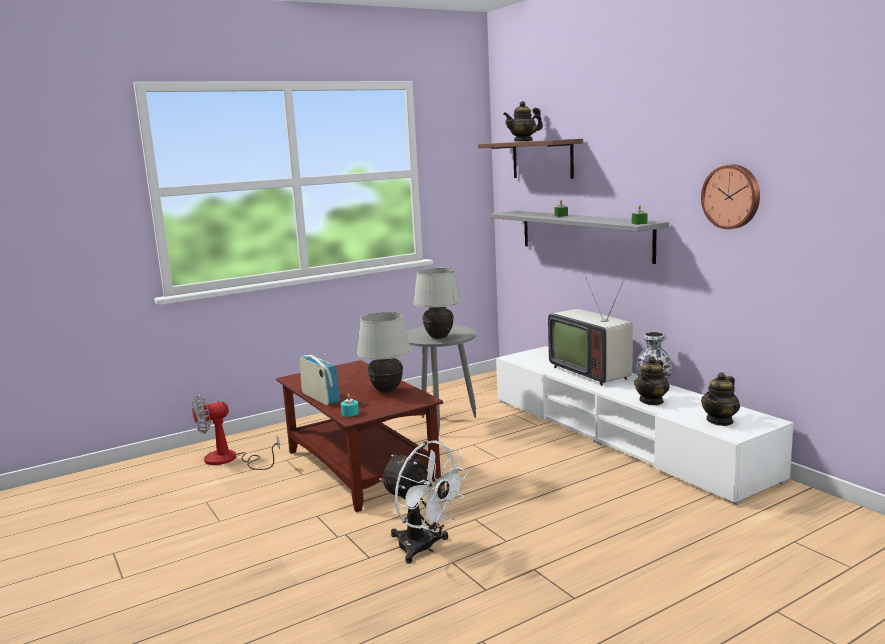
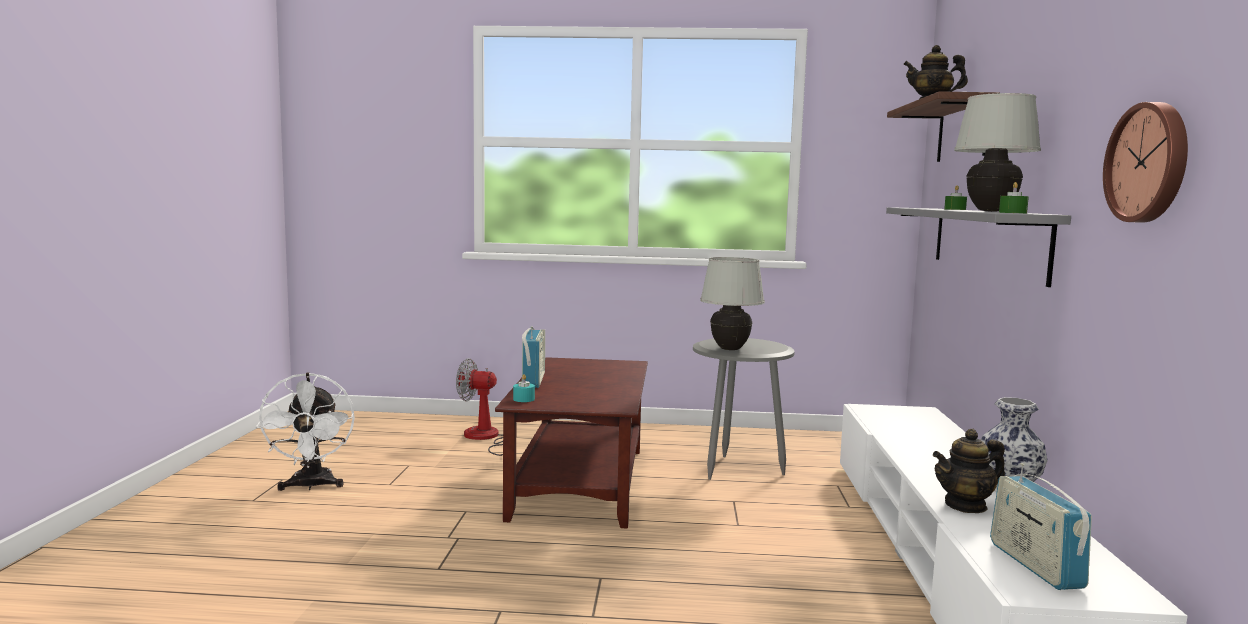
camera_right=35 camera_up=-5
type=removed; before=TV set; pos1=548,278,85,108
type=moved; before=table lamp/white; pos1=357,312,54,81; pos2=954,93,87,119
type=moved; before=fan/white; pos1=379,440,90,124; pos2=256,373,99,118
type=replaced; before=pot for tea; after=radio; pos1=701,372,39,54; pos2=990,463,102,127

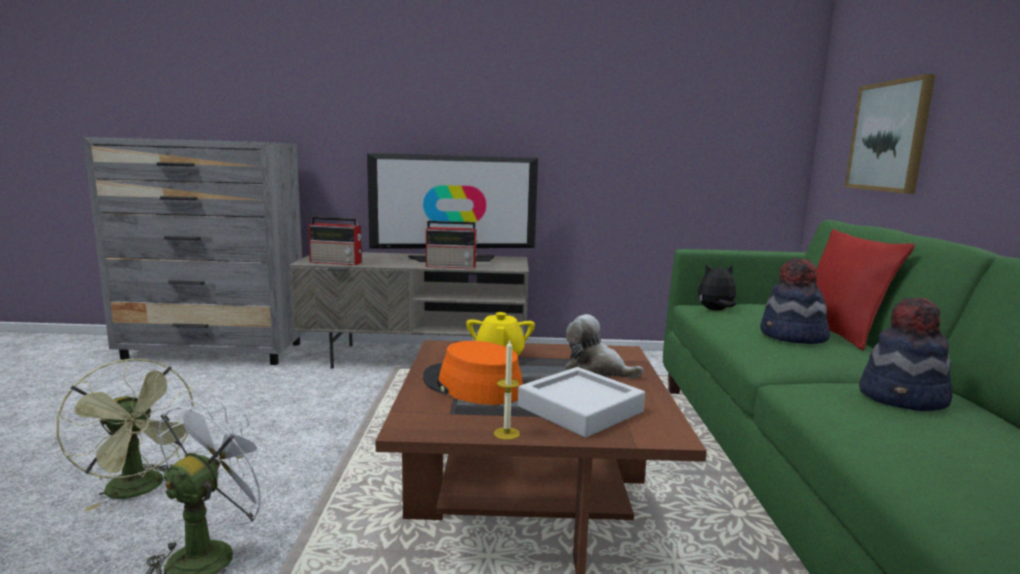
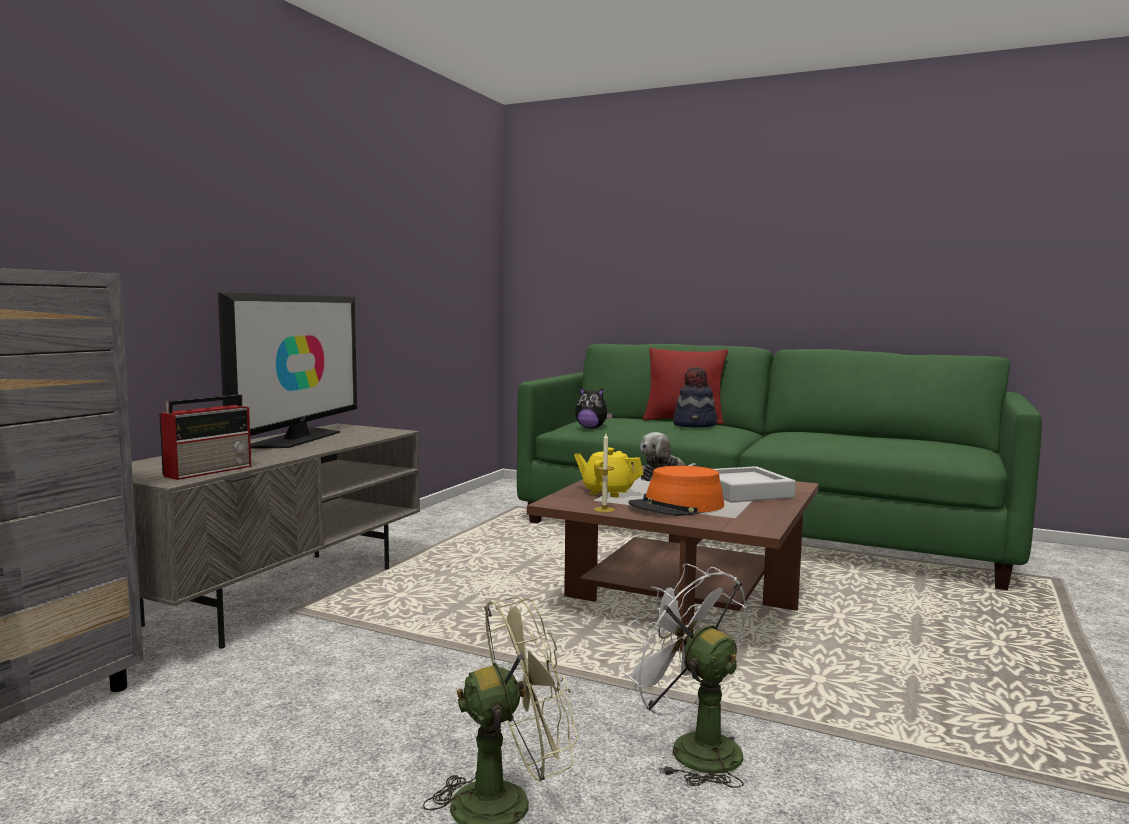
camera_right=-65 camera_up=-5
type=removed; before=radio; pos1=426,221,53,48
type=removed; before=wall picture; pos1=845,74,90,120
type=removed; before=clothing hat; pos1=859,298,94,113
type=moved; before=wax candle; pos1=494,339,26,101; pos2=594,434,21,79
type=turned; before=soft toy; pos1=698,264,38,47; pos2=575,387,37,42; turn=-90

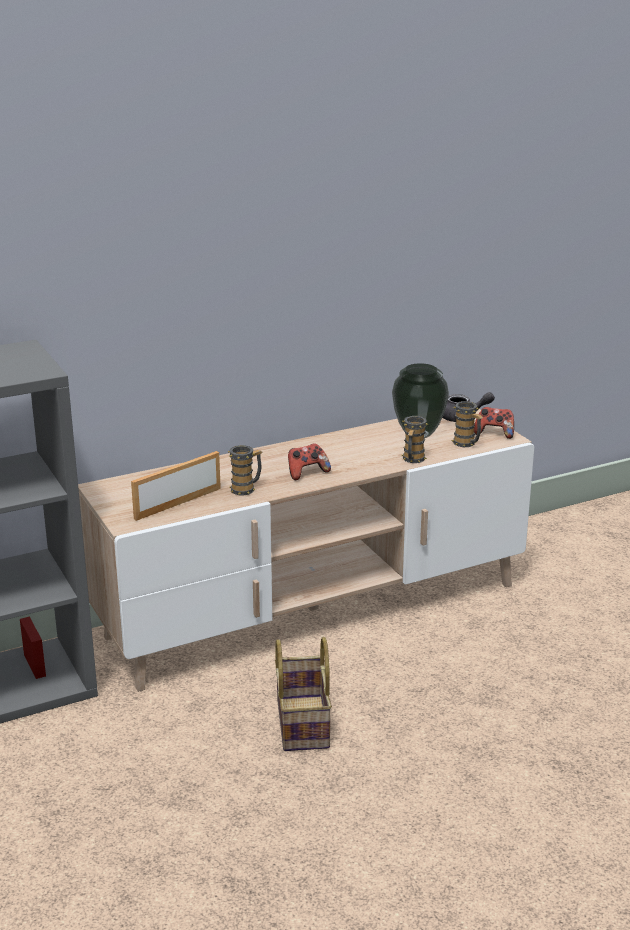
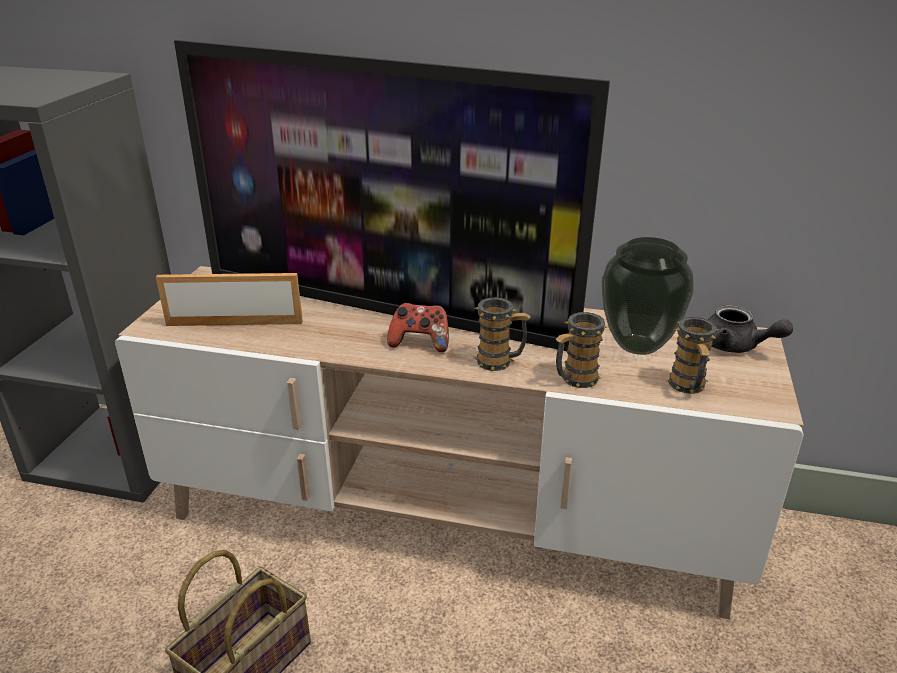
camera_right=40 camera_up=5
type=removed; before=game controller; pos1=474,407,40,32
type=added; after=TV set; pos2=174,40,436,311
type=moved; before=coffee mug; pos1=228,445,35,50; pos2=474,297,57,74

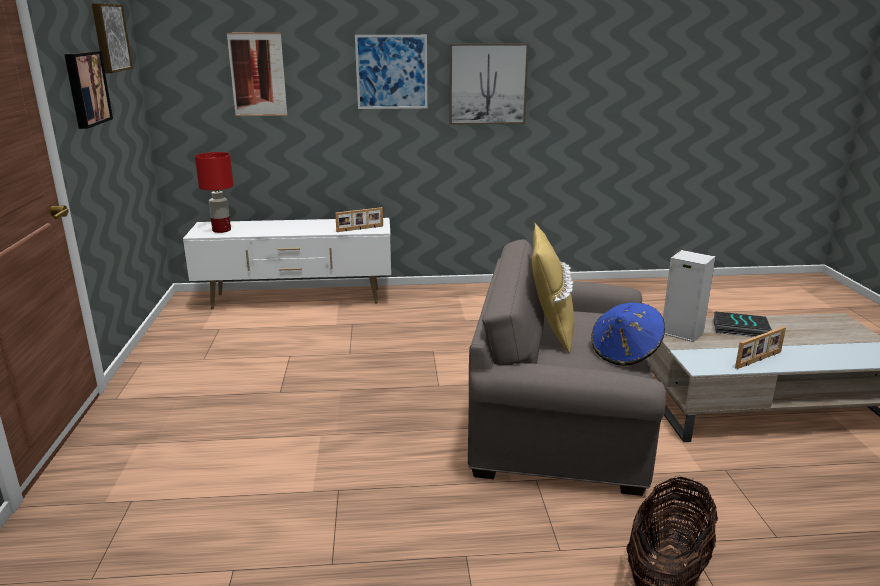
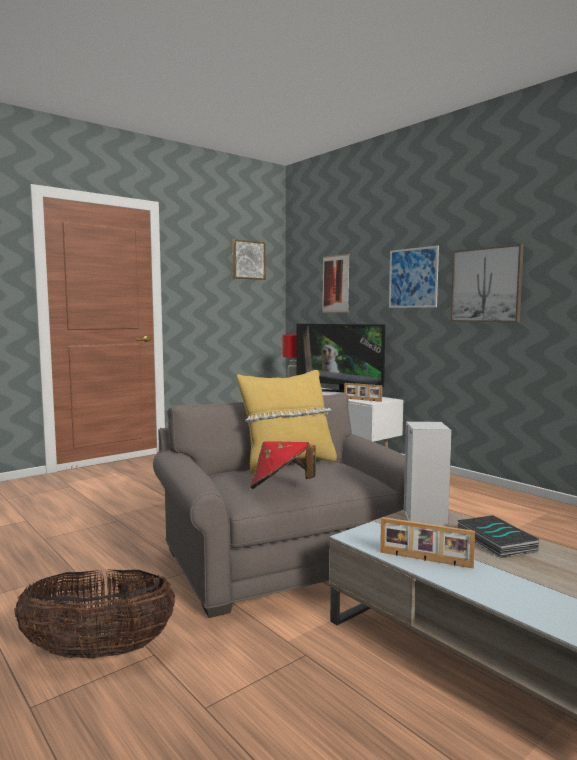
camera_right=55 camera_up=-15
type=removed; before=wall picture; pos1=64,51,49,78
type=added; after=TV set; pos2=296,324,89,68
type=recoloured; before=clothing hat/blue-coloured; after=clothing hat/reddish; pos1=591,302,74,64; pos2=250,441,66,48

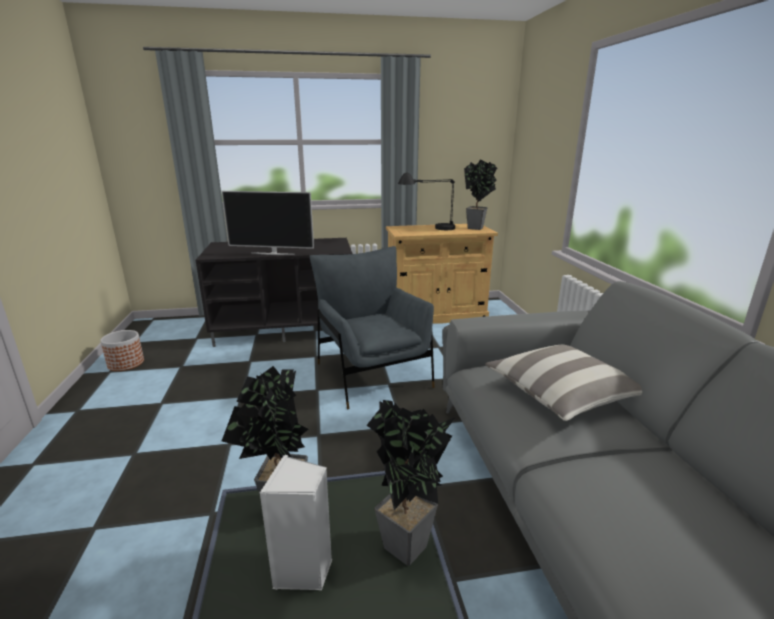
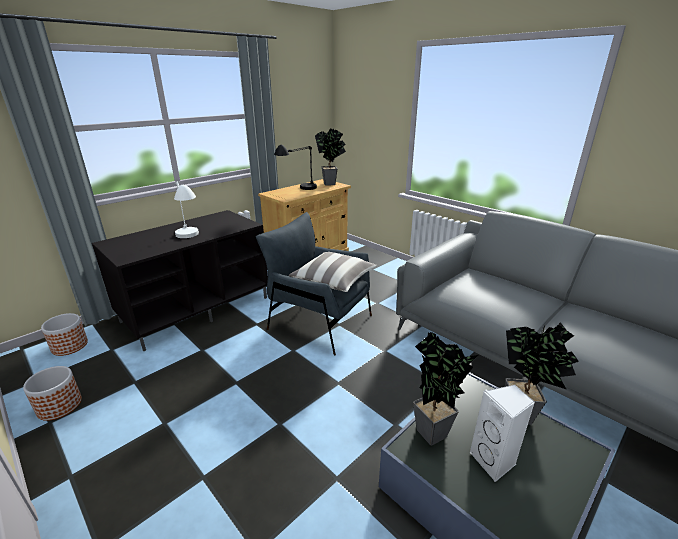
camera_right=-35 camera_up=5
type=added; after=planter; pos2=41,313,47,43
type=moved; before=cushion; pos1=485,345,157,76; pos2=289,252,88,40
type=replaced; before=TV set; after=table lamp/white; pos1=221,191,93,64; pos2=174,181,25,57

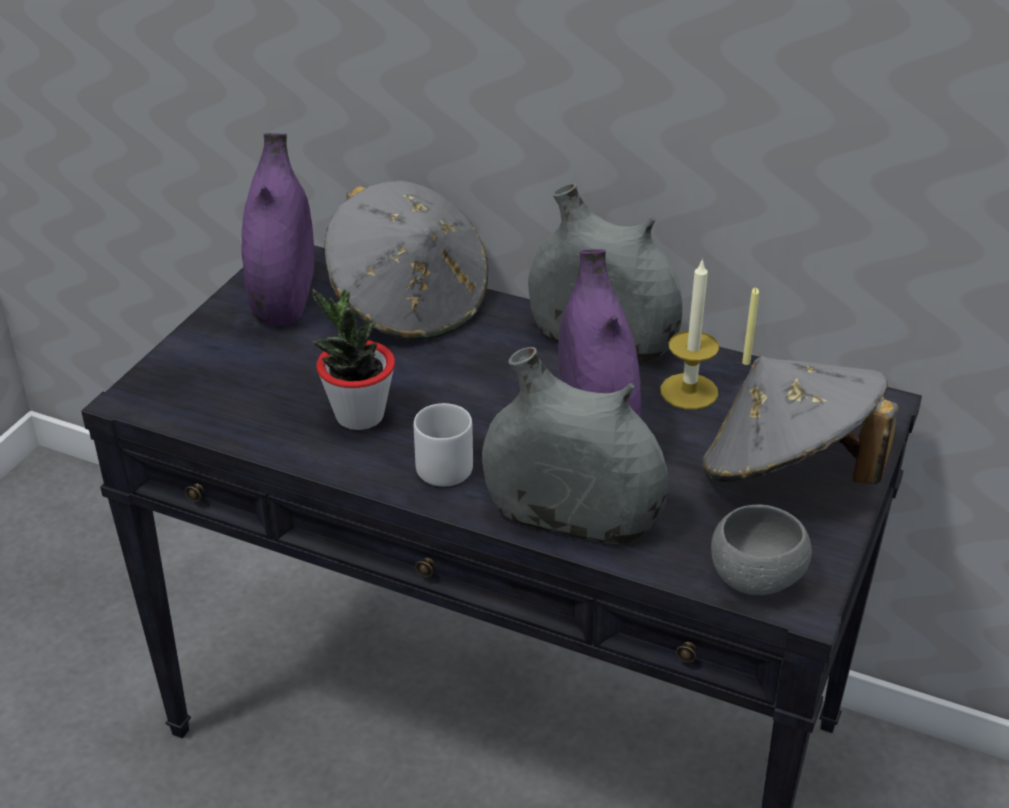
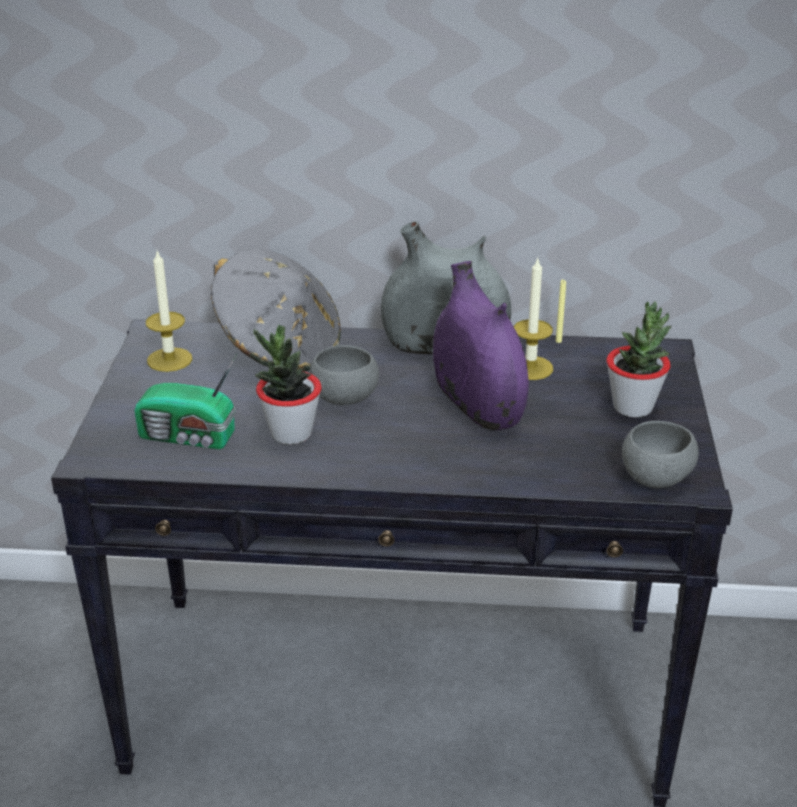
camera_right=-20 camera_up=-5
type=removed; before=coffee mug/grey; pos1=414,403,59,84
type=removed; before=decorative vase/grey; pos1=482,347,186,197
type=added; after=radio; pos2=135,353,102,96
type=added; after=deep dish/grey; pos2=310,345,69,60
type=replaced; before=decorative vase/purple; after=wax candle; pos1=241,133,74,192; pos2=146,251,46,121
type=replaced; before=clothing hat/grey; after=potted plant; pos1=702,356,197,129; pos2=607,301,65,116

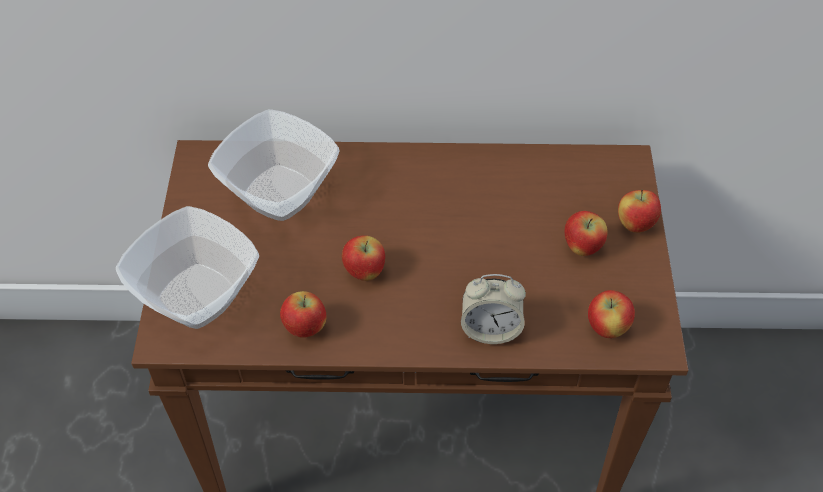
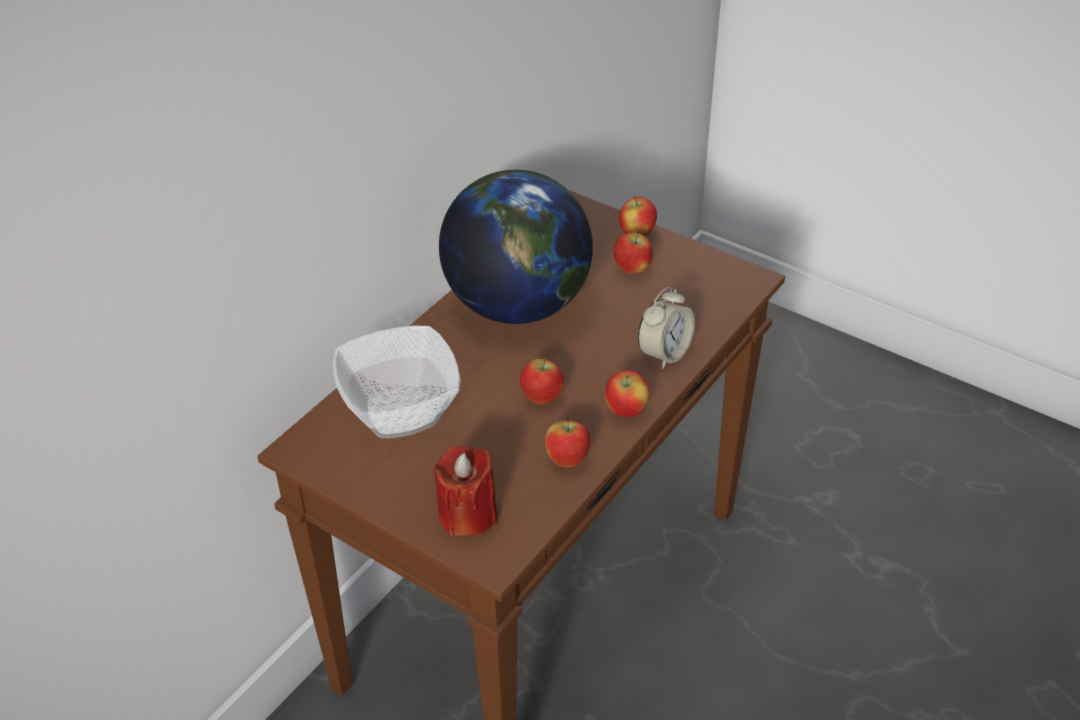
camera_right=-55 camera_up=-10
type=added; after=desk globe; pos2=439,170,154,154
type=moved; before=apple fruit; pos1=588,290,47,48; pos2=605,370,45,47
type=replaced; before=deep dish; after=wax candle/reddish; pos1=116,206,143,123; pos2=434,445,63,92

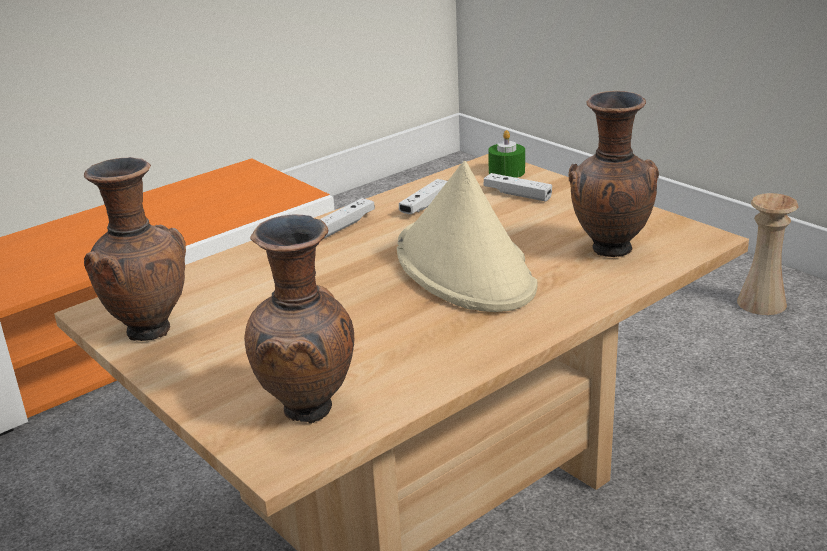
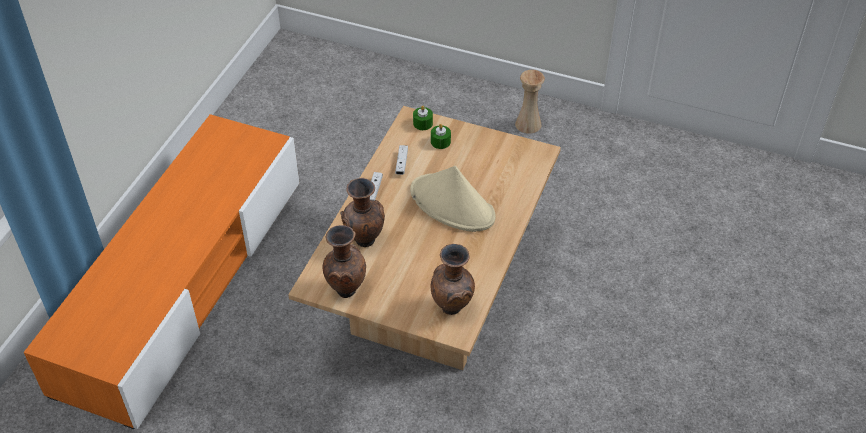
camera_right=-30 camera_up=20
type=moved; before=decorative vase/brown; pos1=569,91,90,166; pos2=340,178,45,69
type=replaced; before=game controller/white; after=wax candle/greenish; pos1=484,173,68,29; pos2=431,124,20,25

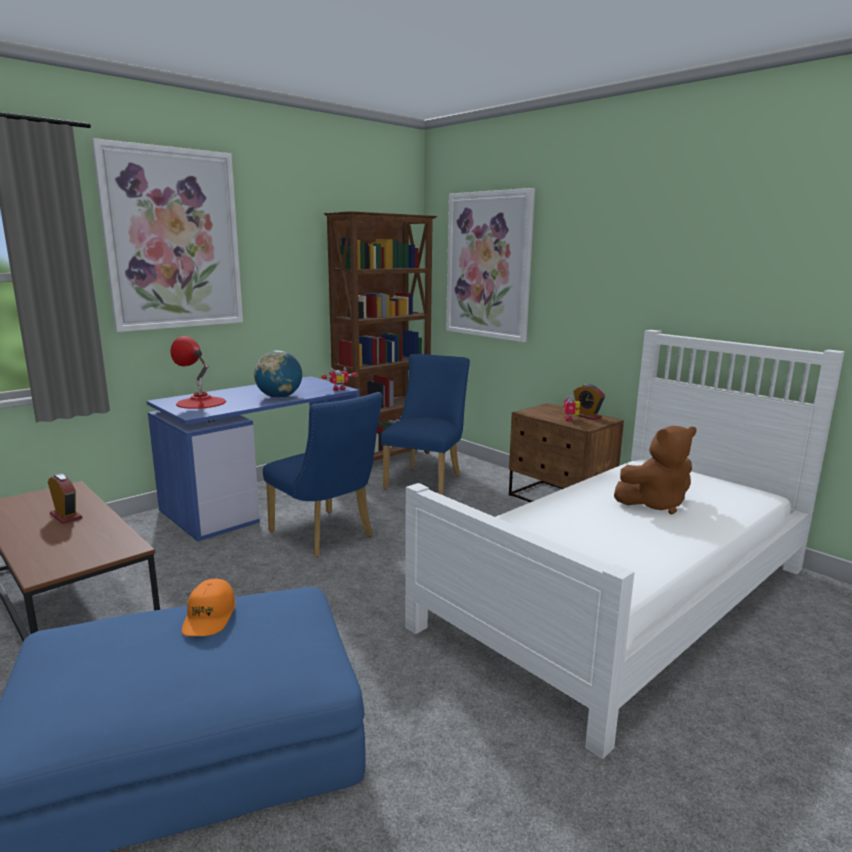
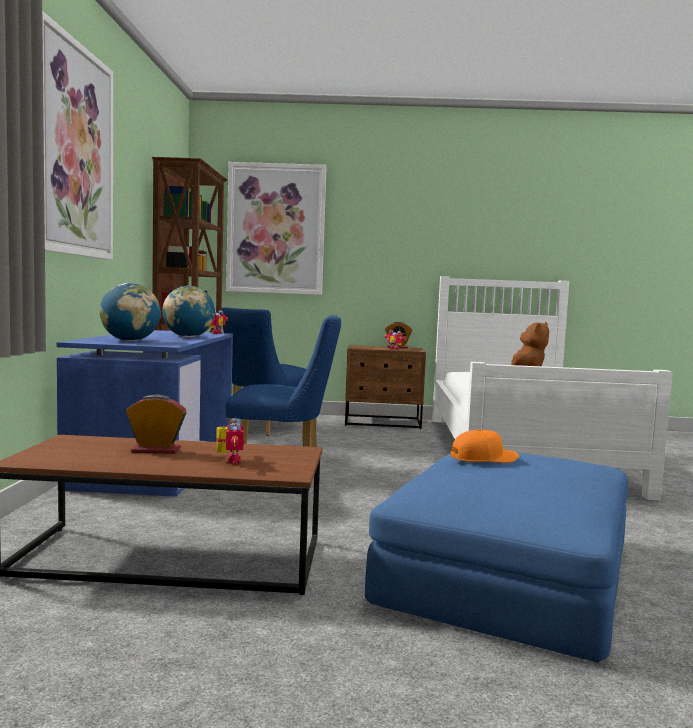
camera_right=-45 camera_up=-10
type=added; after=toy robot; pos2=216,418,28,46
type=replaced; before=table lamp/reddish; after=desk globe; pos1=171,336,55,73; pos2=99,283,61,58
type=turned; before=cap/orange; pos1=182,578,53,58; pos2=450,429,69,34; turn=-60
type=turned; before=upright chair/blue-coloured; pos1=381,354,89,142; pos2=220,307,86,129; turn=-120

